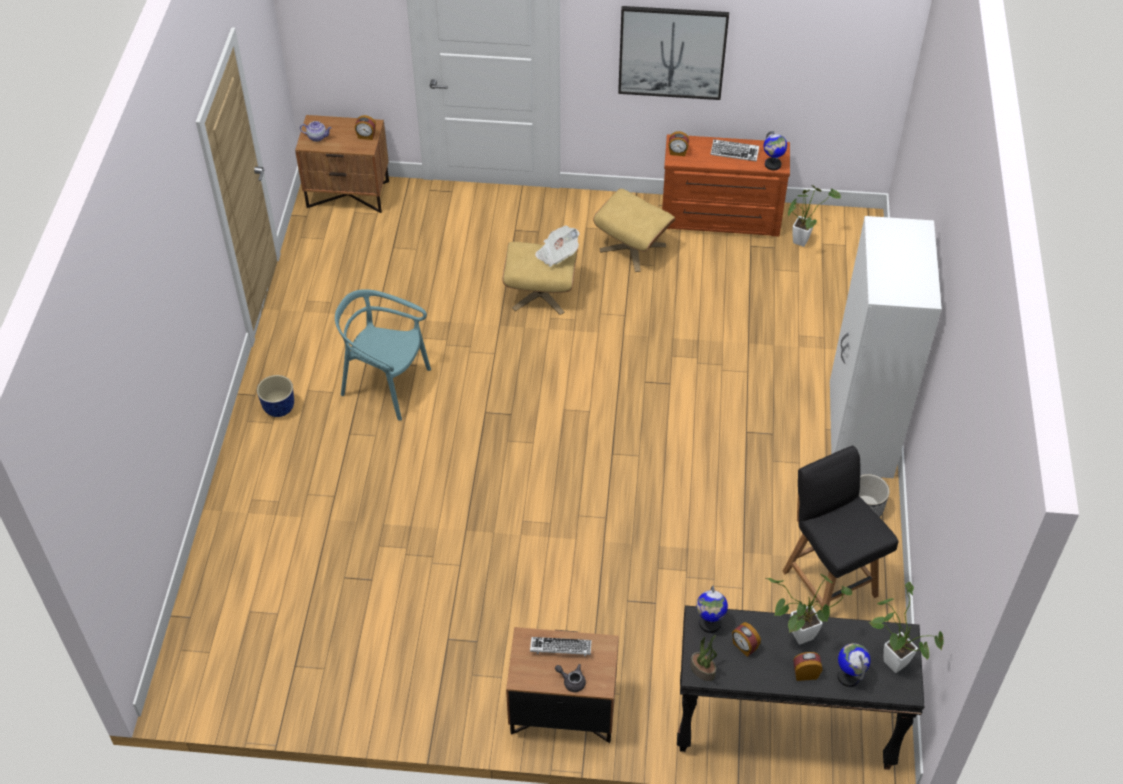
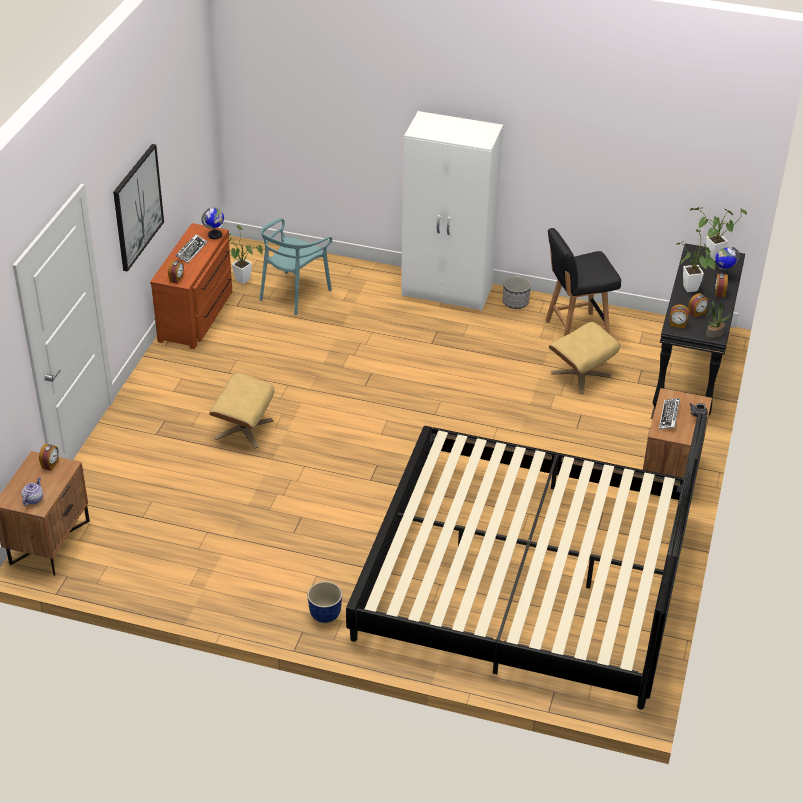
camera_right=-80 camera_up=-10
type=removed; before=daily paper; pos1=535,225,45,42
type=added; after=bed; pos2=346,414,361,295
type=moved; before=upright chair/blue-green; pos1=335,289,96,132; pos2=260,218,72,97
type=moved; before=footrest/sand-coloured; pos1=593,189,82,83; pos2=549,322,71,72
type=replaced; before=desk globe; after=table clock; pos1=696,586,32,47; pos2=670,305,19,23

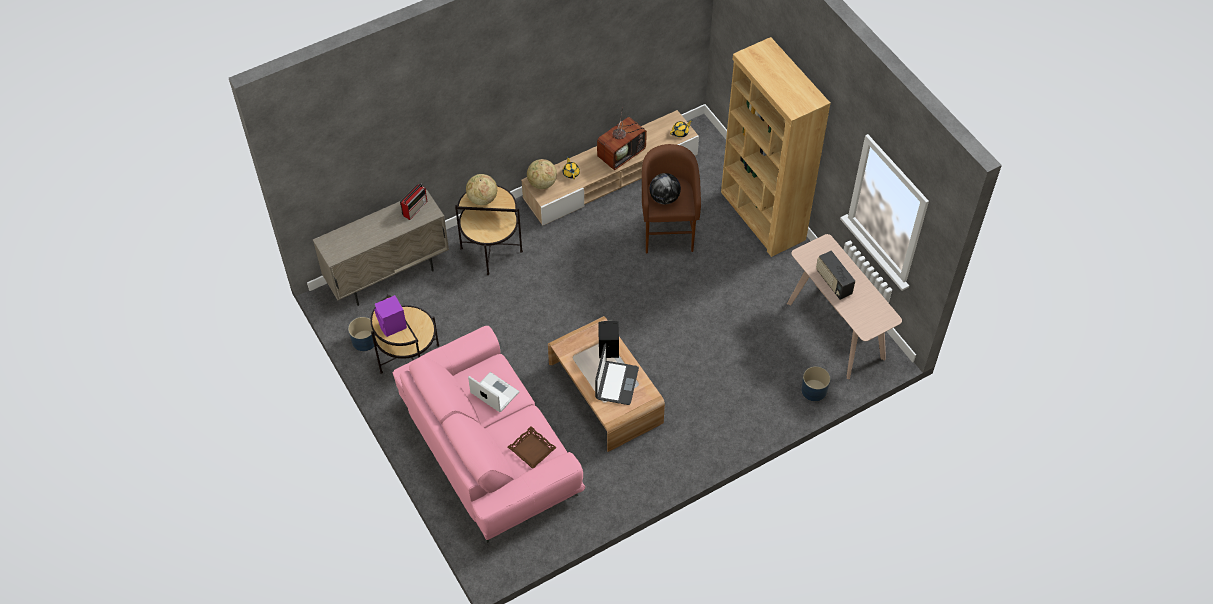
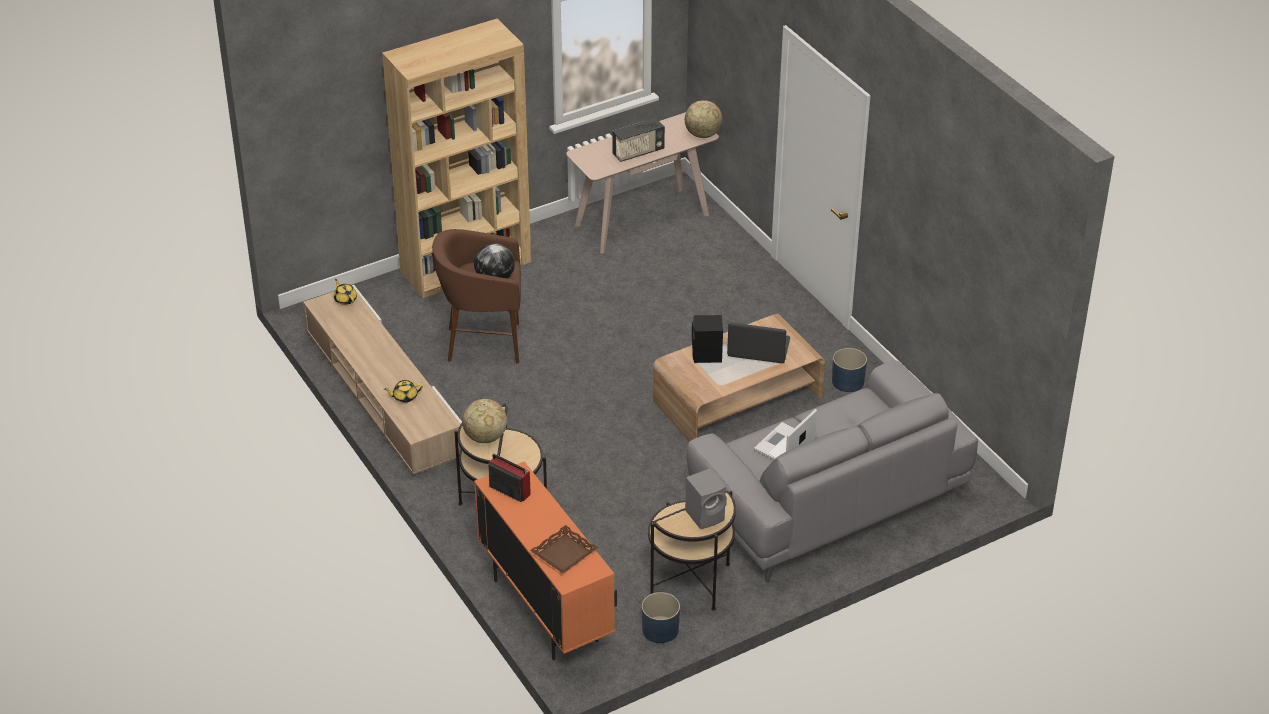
camera_right=-90 camera_up=-15
type=removed; before=TV set; pos1=597,107,50,63
type=moved; before=serving tray/brown; pos1=508,426,49,43; pos2=530,525,69,49
type=moved; before=desk globe; pos1=527,159,30,30; pos2=685,100,38,38
type=moved; before=planter/blue-coloured; pos1=801,366,29,35; pos2=832,348,35,44
type=recoloured; before=storage cabinet/sand-coloured; after=storage cabinet/orange; pos1=313,189,136,117; pos2=474,462,143,199
type=recoloured; before=speaker/purple; after=speaker/grey; pos1=374,295,33,42; pos2=685,468,42,61
type=recoloured; before=sofa/pink-coloured; after=sofa/grey; pos1=393,326,192,217; pos2=687,360,291,222

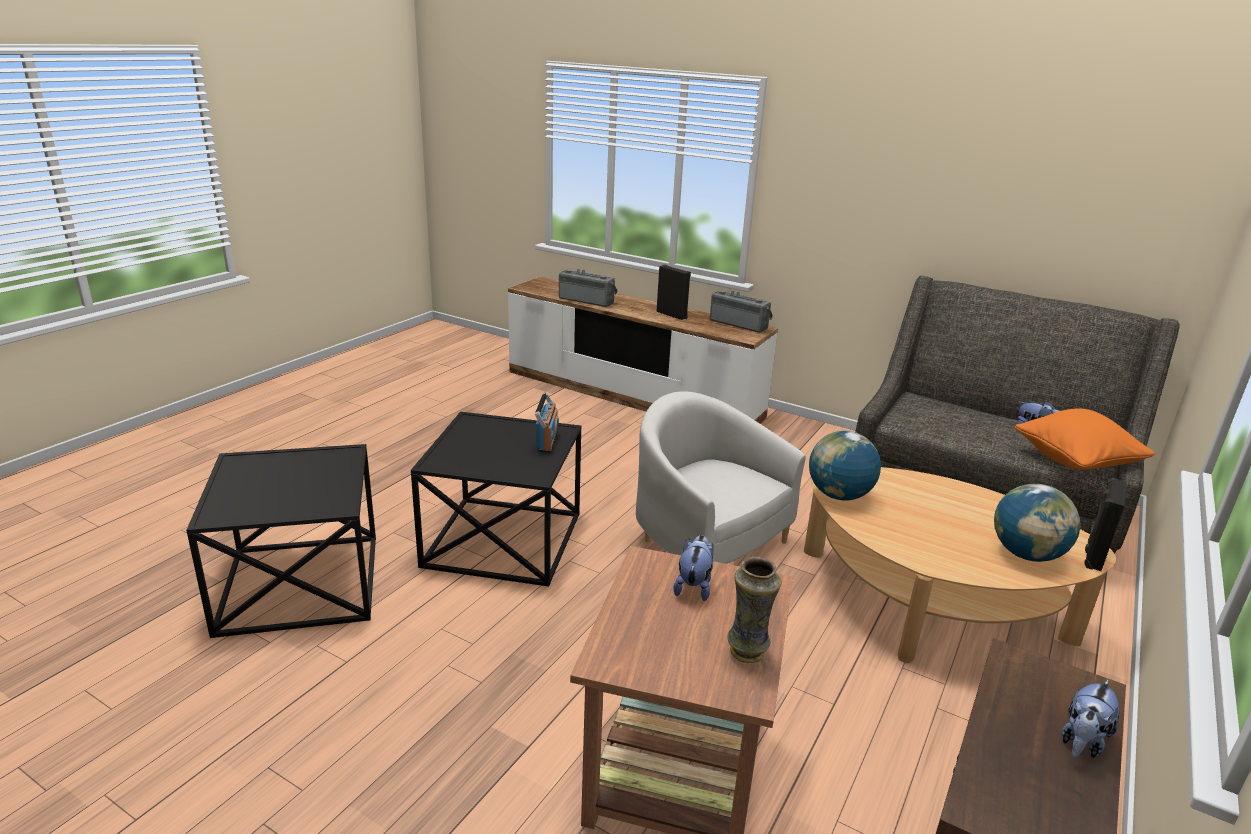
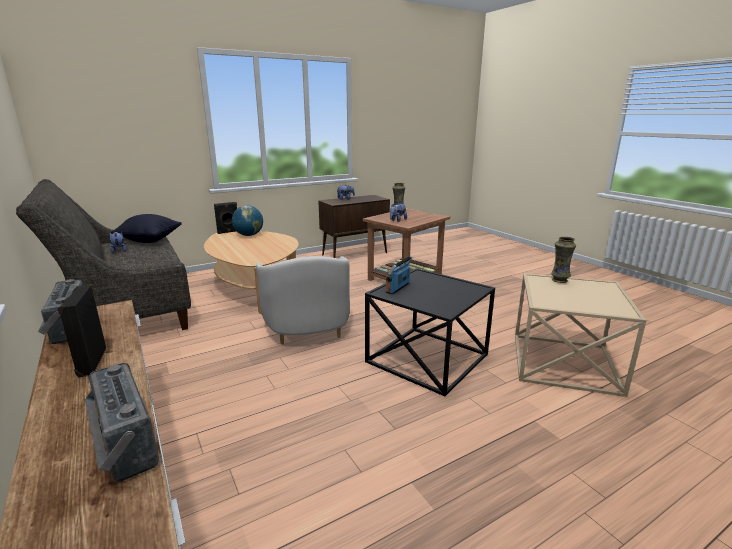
camera_right=-150 camera_up=-5
type=removed; before=desk globe; pos1=809,431,72,70
type=added; after=decorative vase; pos2=551,237,25,46
type=recoloured; before=end table/blackish; after=end table/sand-coloured; pos1=186,444,190,194; pos2=515,273,132,124
type=recoloured; before=cushion/orange; after=cushion/blackish; pos1=1015,408,140,62; pos2=111,214,70,29

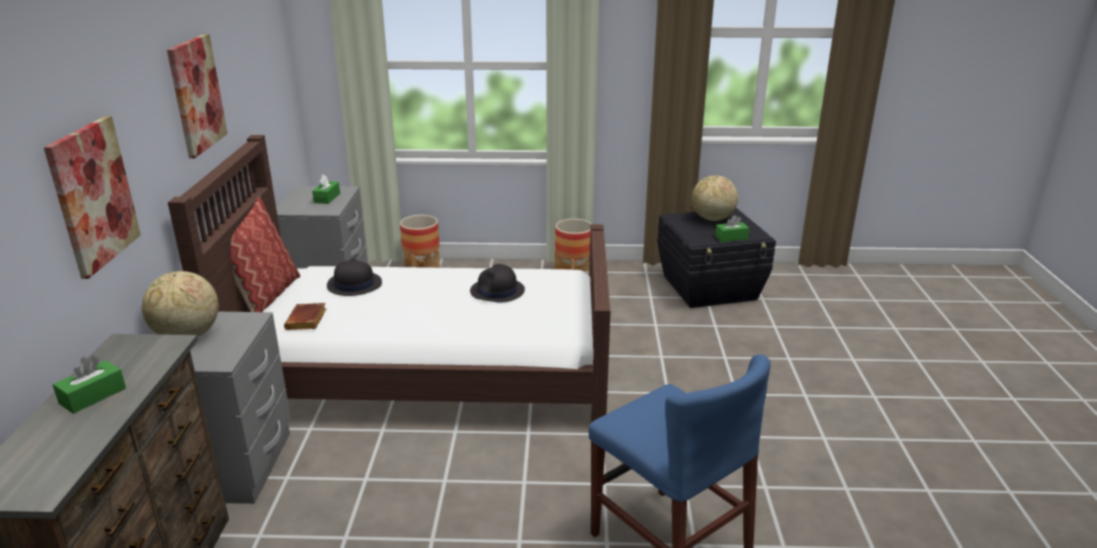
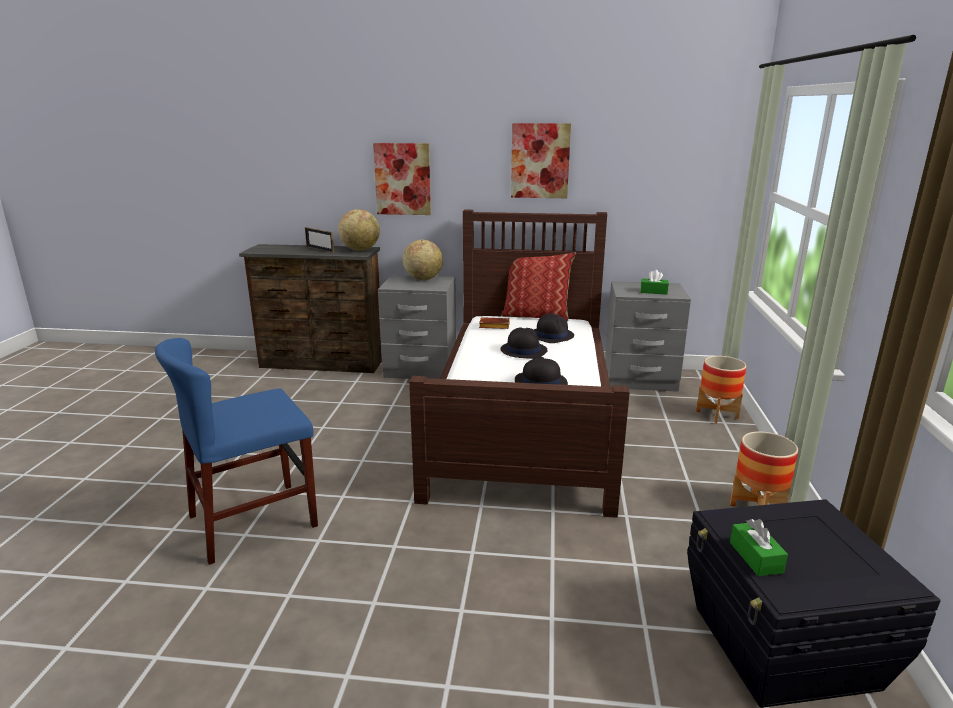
camera_right=95 camera_up=-5
type=added; after=clothing hat/blackish; pos2=500,327,48,32
type=moved; before=desk globe; pos1=691,175,47,46; pos2=338,209,42,42
type=replaced; before=tissue box/greenish; after=picture frame; pos1=53,356,73,58; pos2=305,227,29,26

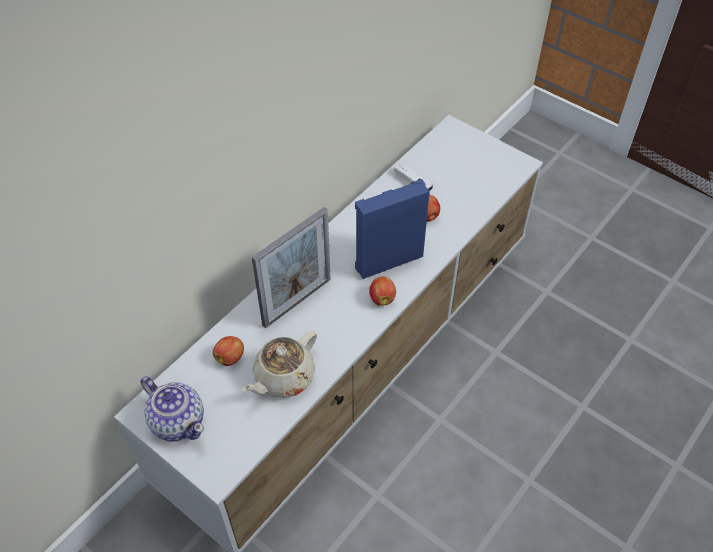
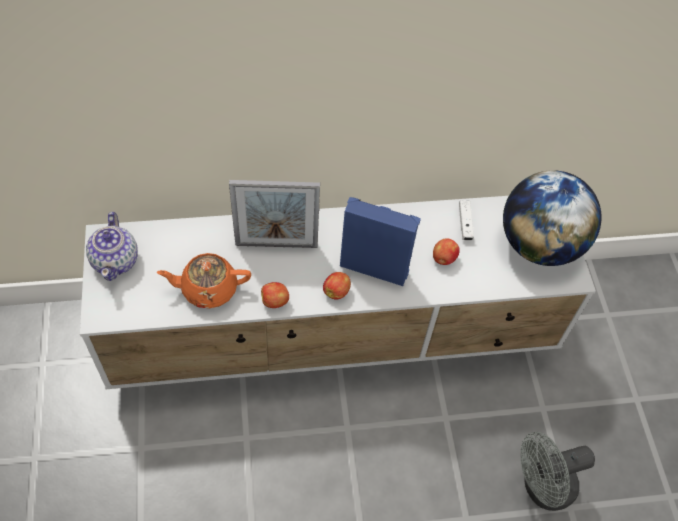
camera_right=40 camera_up=5
type=added; after=desk globe; pos2=503,170,98,96
type=added; after=fan/grey; pos2=521,432,74,79
type=moved; before=apple fruit; pos1=213,336,31,30; pos2=261,282,28,26
type=recoloured; before=pot for tea/sand-coloured; after=pot for tea/orange; pos1=242,330,75,68; pos2=157,253,94,56

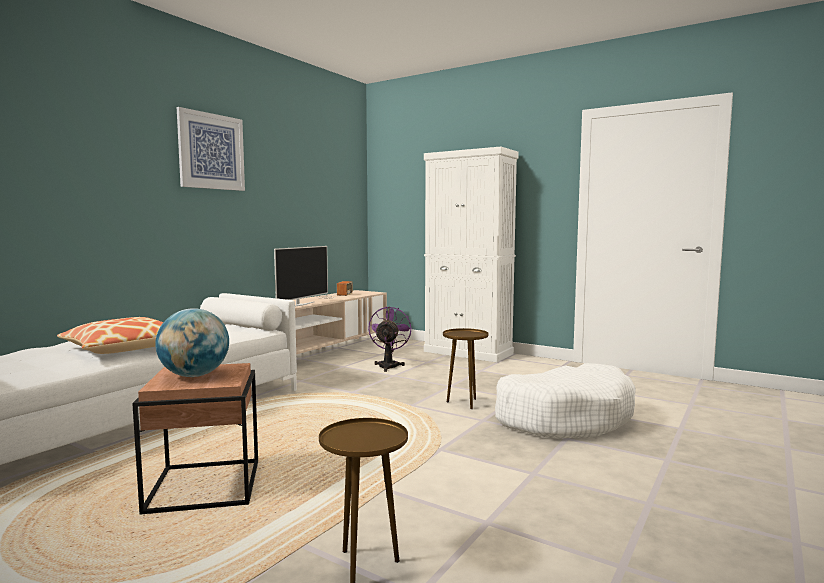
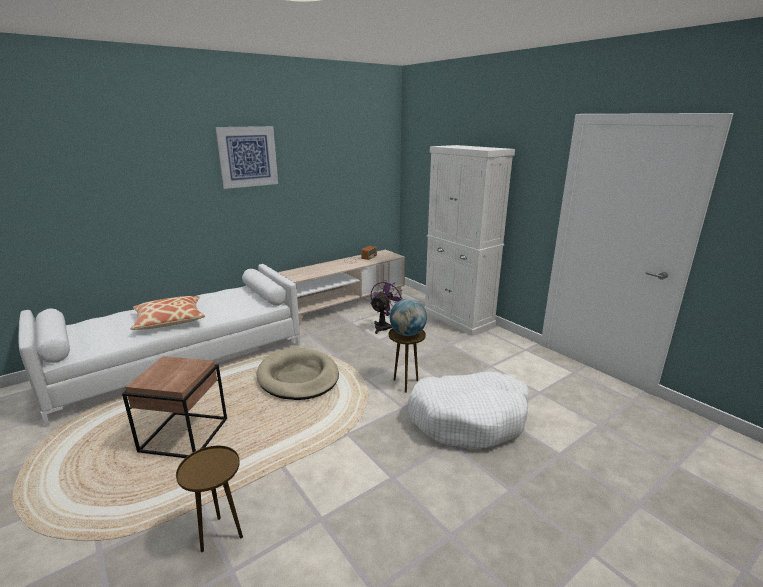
camera_right=20 camera_up=15
type=removed; before=TV set; pos1=274,246,54,61
type=added; after=dog bed/sand-coloured; pos2=256,348,83,52
type=moved; before=desk globe; pos1=155,308,74,69; pos2=390,299,37,37

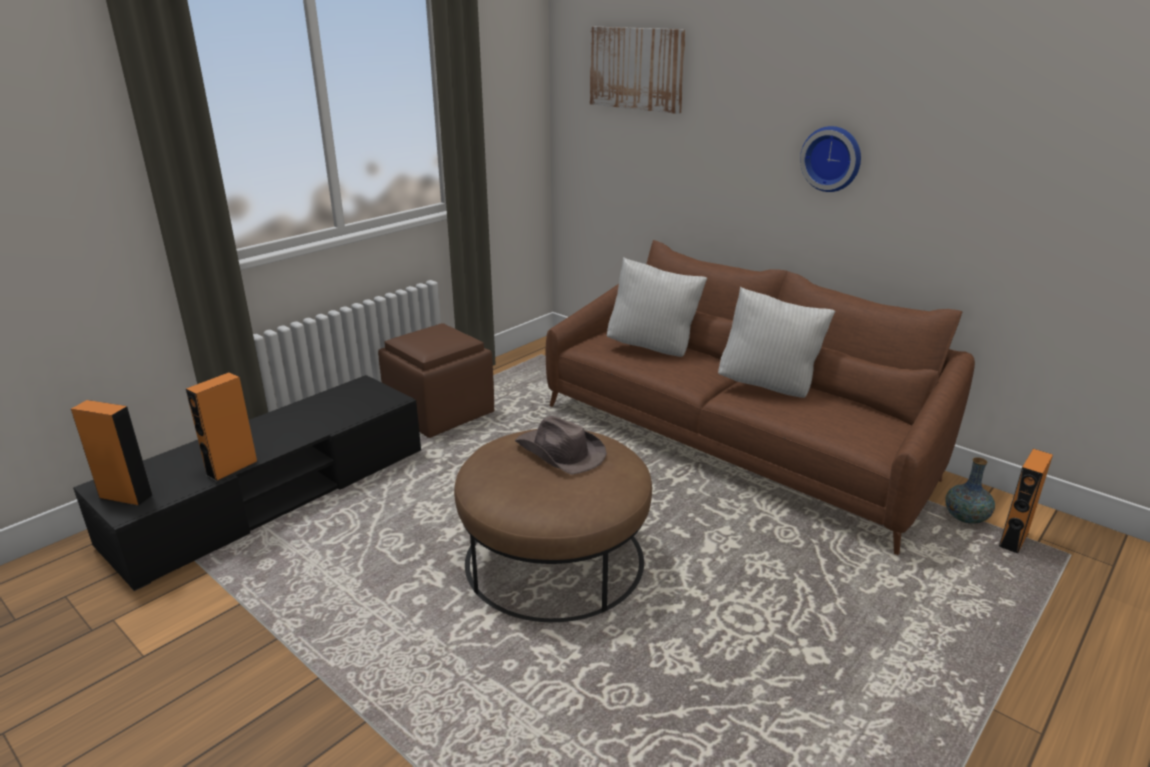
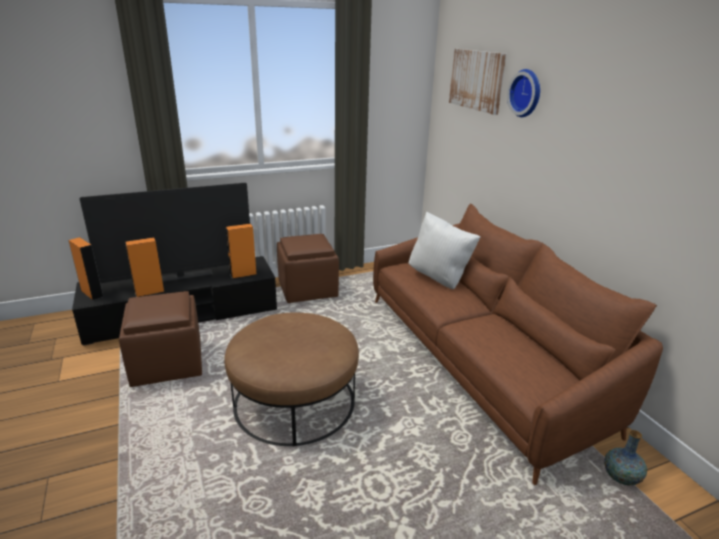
camera_right=25 camera_up=0
type=removed; before=clothing hat/brown; pos1=515,416,92,59
type=removed; before=cushion/white; pos1=718,287,117,111
type=added; after=TV set; pos2=79,183,171,100
type=added; after=footrest/brown; pos2=119,291,83,96
type=moved; before=wall clock; pos1=800,126,61,66; pos2=507,69,33,48
type=moved; before=speaker/orange; pos1=999,449,54,104; pos2=226,223,31,56

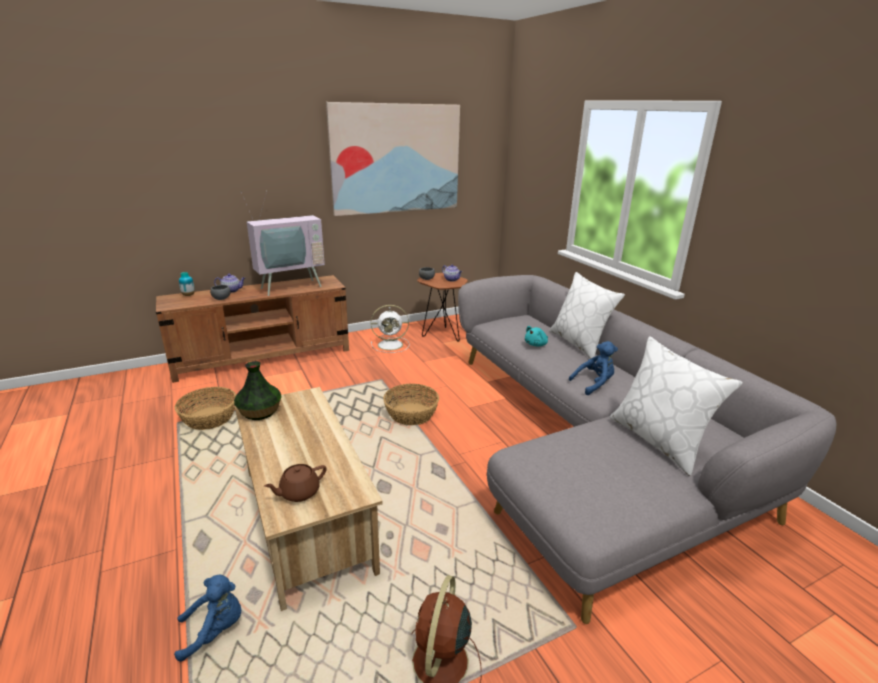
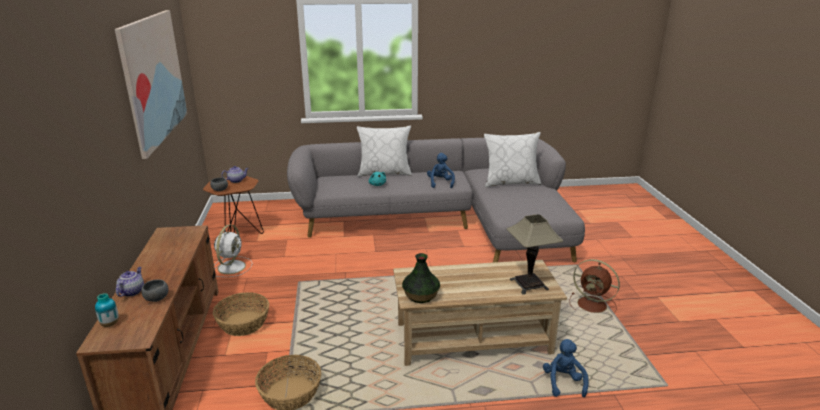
camera_right=-70 camera_up=0
type=removed; before=TV set; pos1=241,192,84,104
type=moved; before=basket; pos1=383,384,56,41; pos2=213,292,56,44
type=replaced; before=pot for tea/brown; after=table lamp; pos1=264,464,63,38; pos2=506,214,57,80

